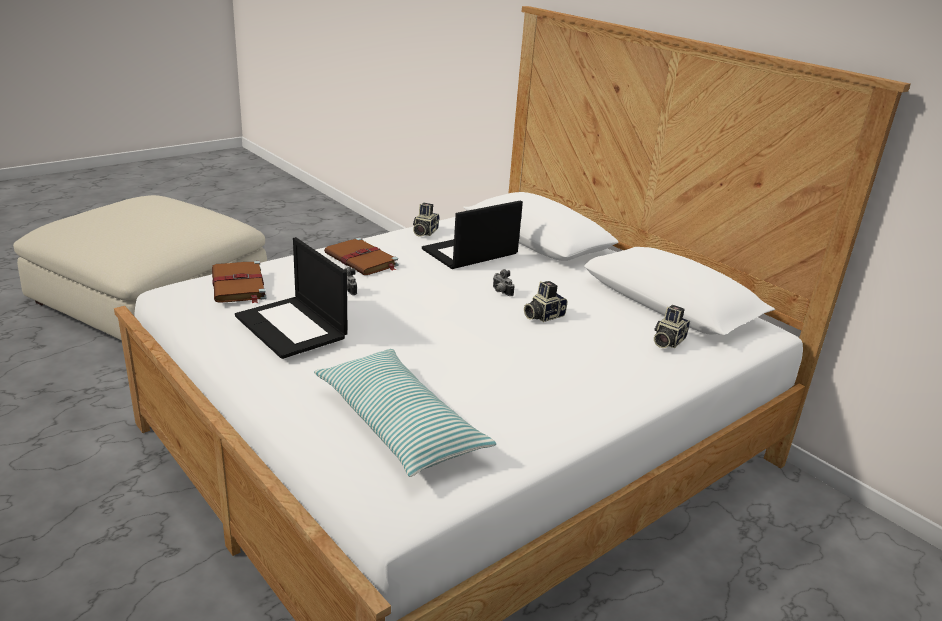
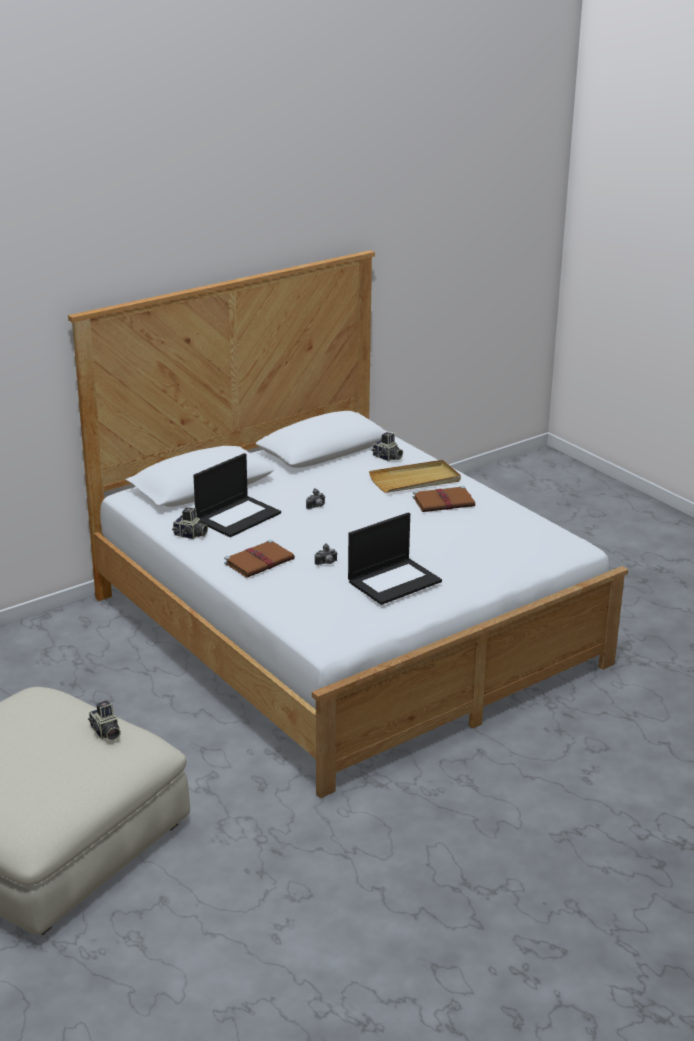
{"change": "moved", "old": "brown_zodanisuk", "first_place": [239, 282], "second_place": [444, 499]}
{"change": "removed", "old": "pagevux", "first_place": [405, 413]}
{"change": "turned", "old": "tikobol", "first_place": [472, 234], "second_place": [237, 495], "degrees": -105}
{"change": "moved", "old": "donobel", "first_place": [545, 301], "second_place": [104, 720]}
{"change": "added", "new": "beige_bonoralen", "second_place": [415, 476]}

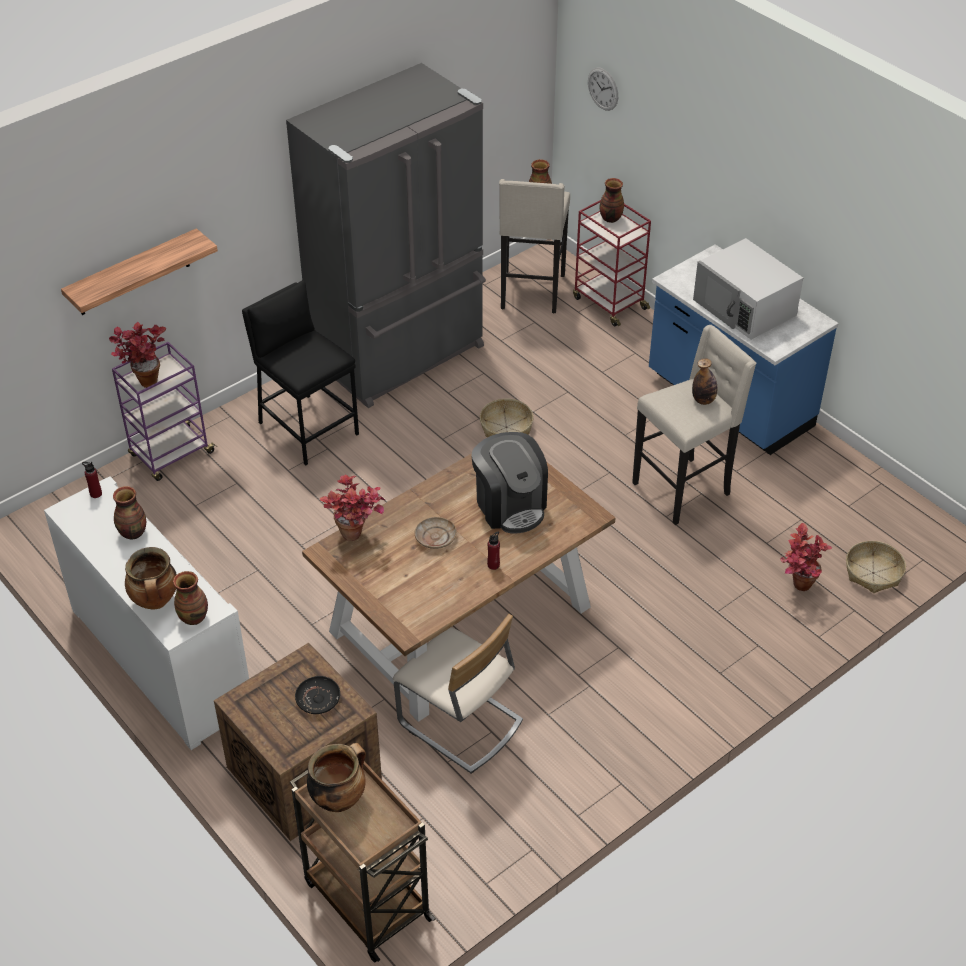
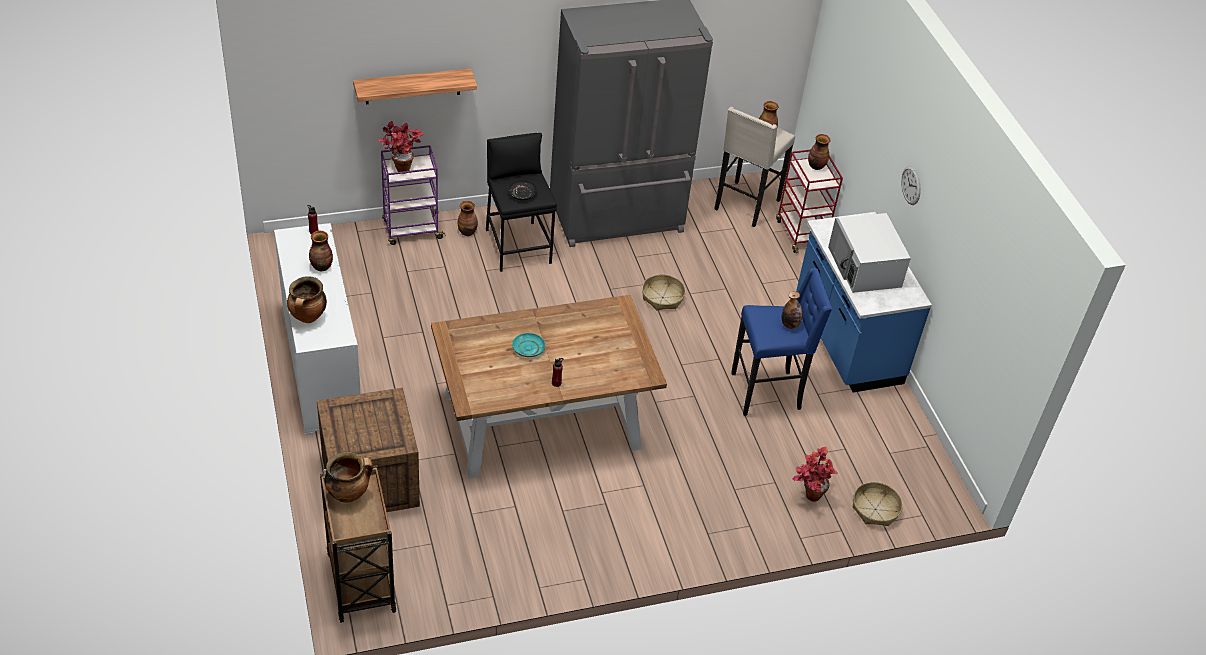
{"change": "moved", "old": "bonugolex", "first_place": [190, 598], "second_place": [468, 218]}
{"change": "moved", "old": "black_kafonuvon", "first_place": [317, 695], "second_place": [522, 190]}
{"change": "removed", "old": "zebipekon", "first_place": [352, 507]}
{"change": "removed", "old": "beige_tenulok", "first_place": [458, 694]}
{"change": "recoloured", "old": "beige_kafonuvon", "new": "turquoise_kafonuvon", "first_place": [436, 533], "second_place": [528, 345]}
{"change": "removed", "old": "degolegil", "first_place": [509, 482]}
{"change": "moved", "old": "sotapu", "first_place": [603, 89], "second_place": [911, 185]}
{"change": "recoloured", "old": "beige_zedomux", "new": "blue_zedomux", "first_place": [694, 425], "second_place": [781, 342]}

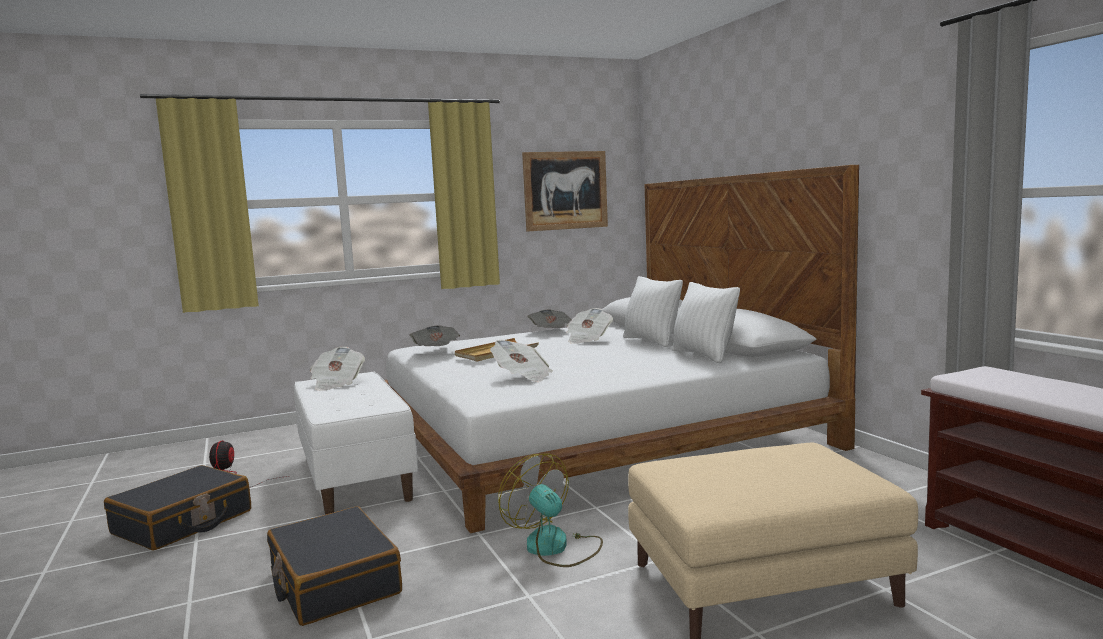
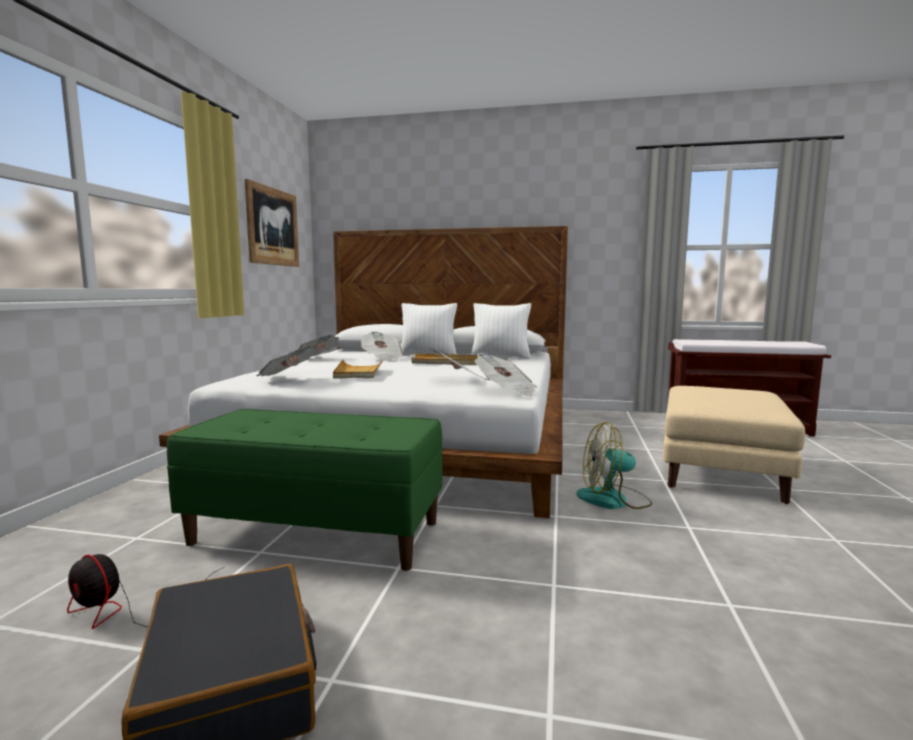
{"change": "removed", "old": "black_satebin", "first_place": [334, 566]}
{"change": "recoloured", "old": "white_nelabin", "new": "green_nelabin", "first_place": [356, 443], "second_place": [305, 490]}
{"change": "moved", "old": "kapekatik", "first_place": [337, 369], "second_place": [505, 375]}
{"change": "added", "new": "beige_bonoralen", "second_place": [444, 359]}

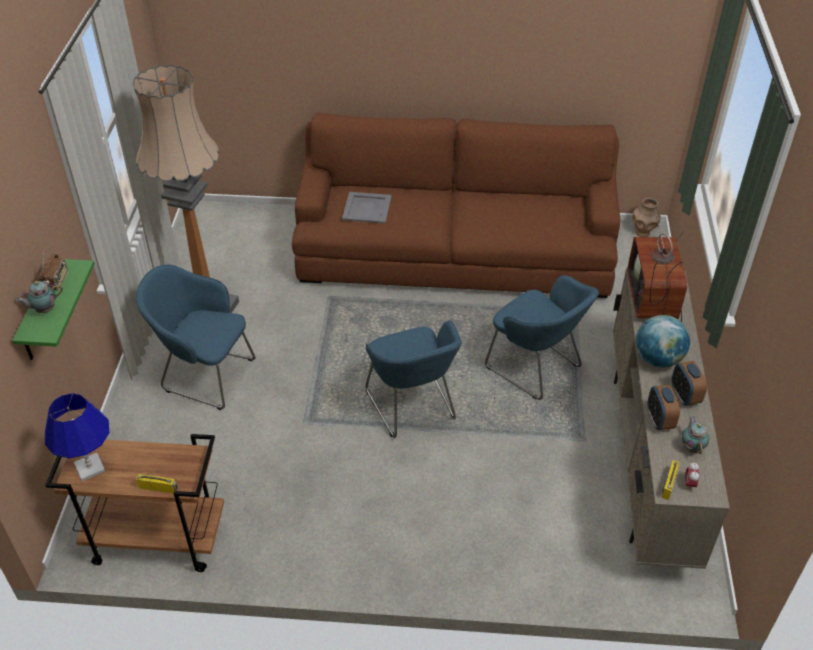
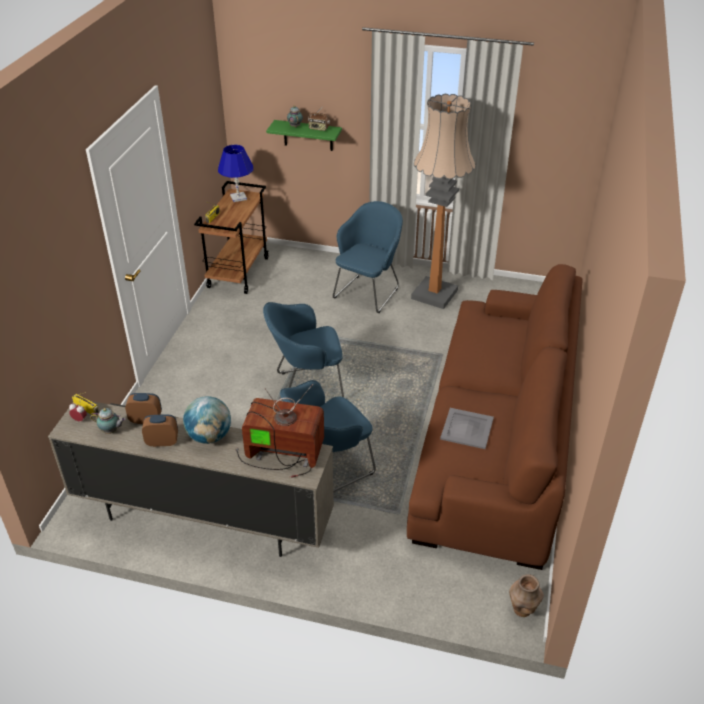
{"change": "moved", "old": "grey_bonoralen", "first_place": [367, 208], "second_place": [467, 428]}

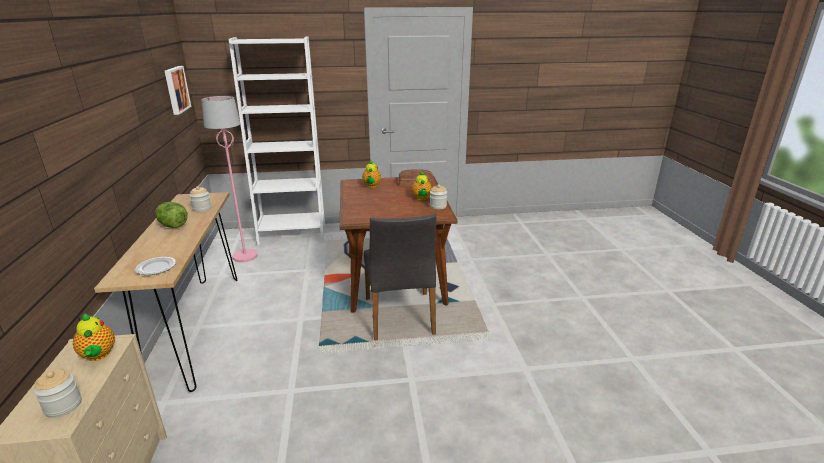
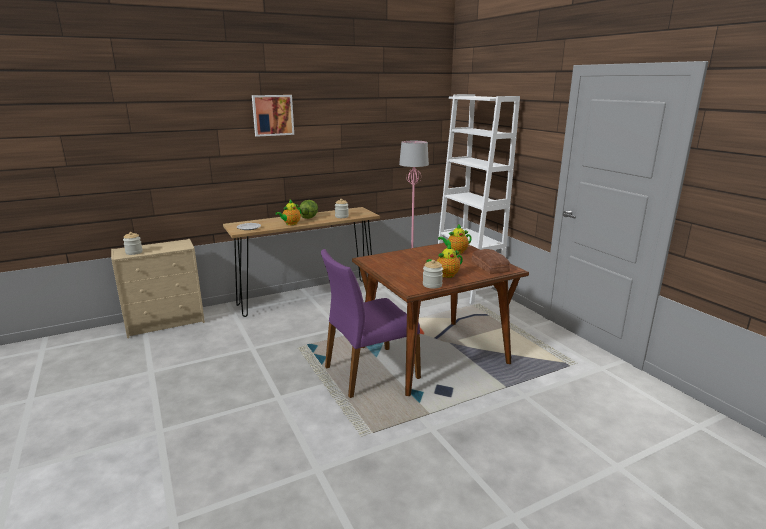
{"change": "moved", "old": "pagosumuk", "first_place": [94, 337], "second_place": [288, 212]}
{"change": "moved", "old": "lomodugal", "first_place": [178, 90], "second_place": [273, 116]}
{"change": "recoloured", "old": "grey_tenulok", "new": "purple_tenulok", "first_place": [400, 277], "second_place": [371, 323]}

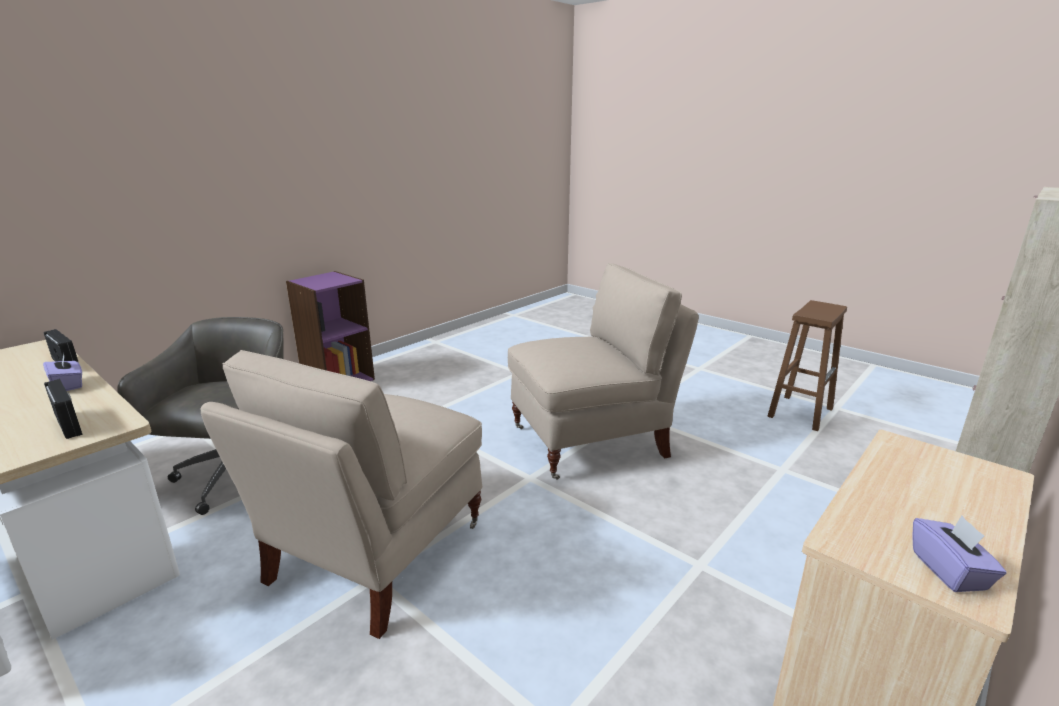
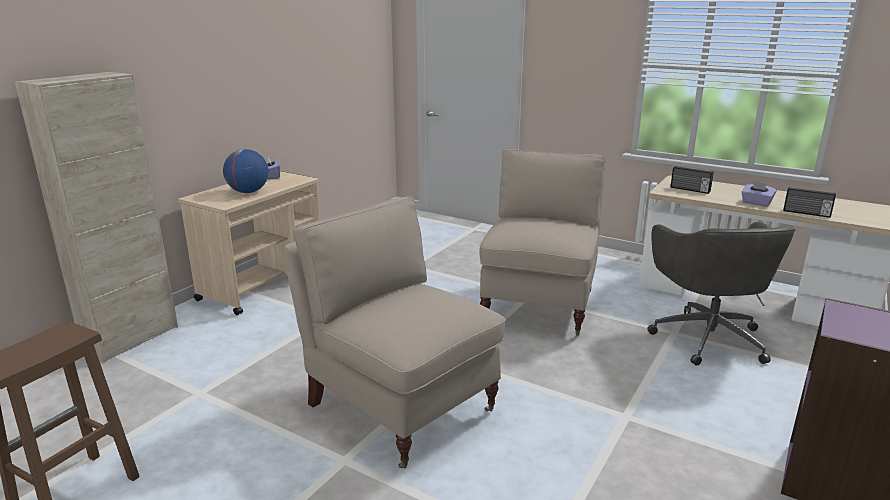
{"change": "turned", "old": "beige_tenulok", "first_place": [603, 371], "second_place": [394, 332], "degrees": 75}
{"change": "added", "new": "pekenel", "second_place": [245, 171]}

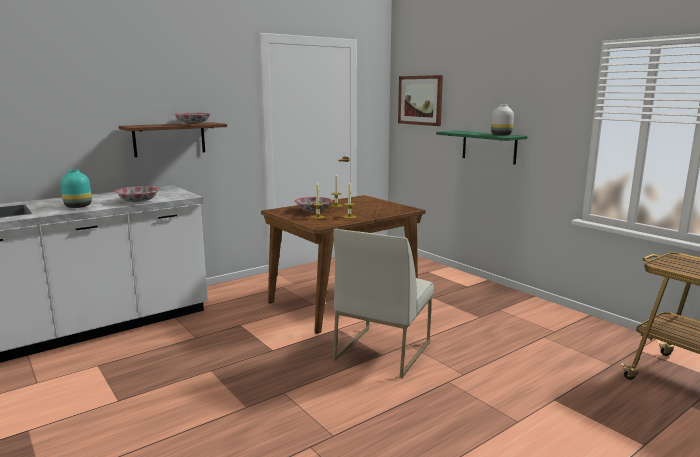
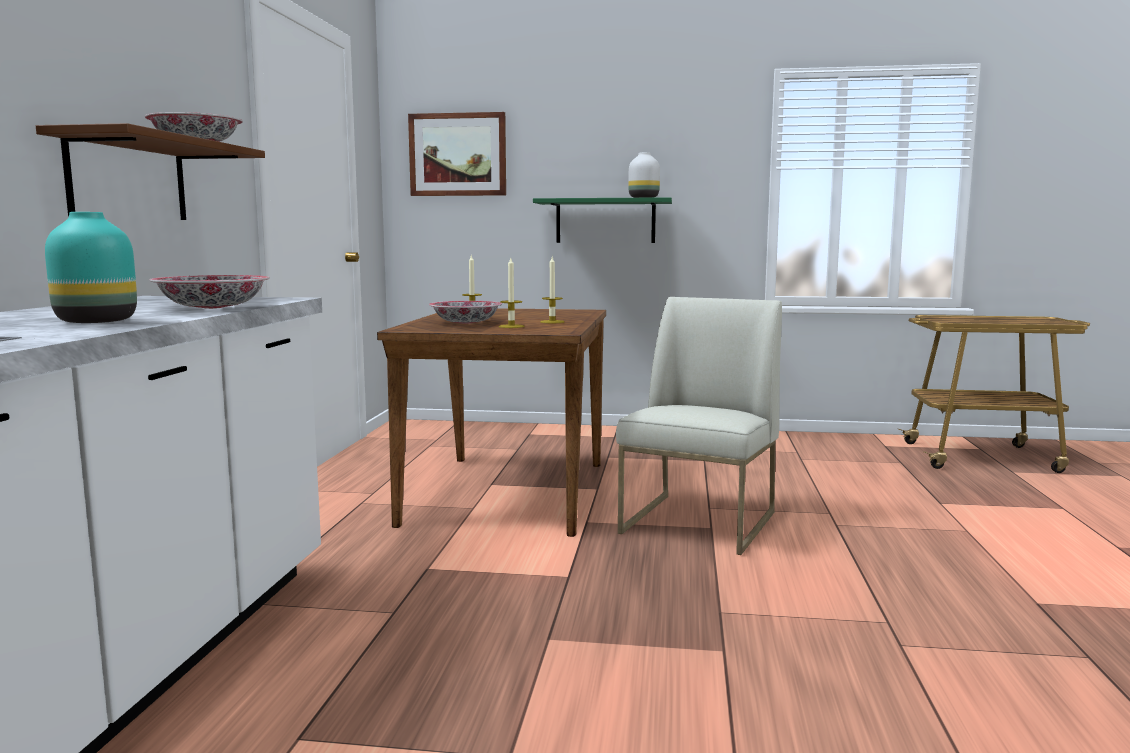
{"change": "turned", "old": "white_tenulok", "first_place": [383, 303], "second_place": [699, 426], "degrees": -135}

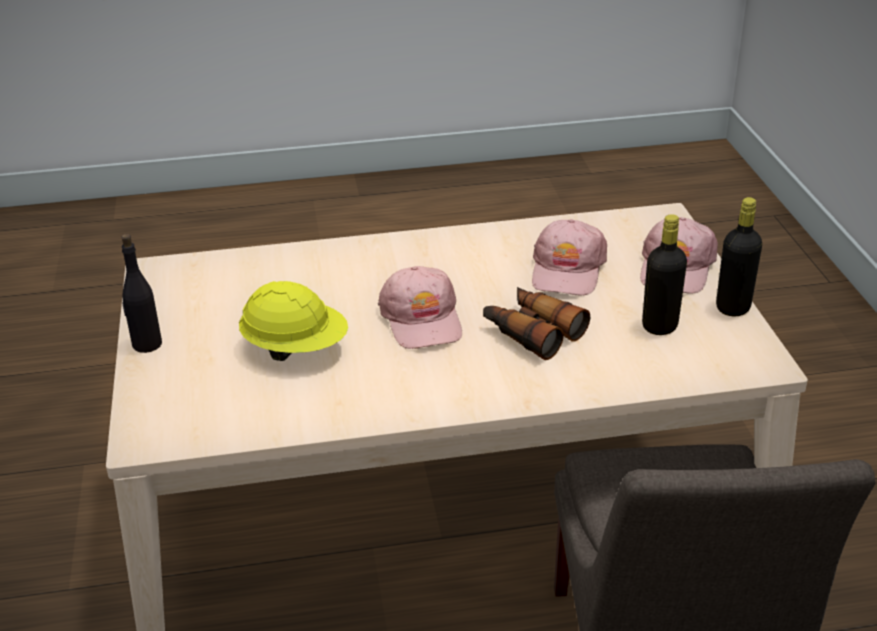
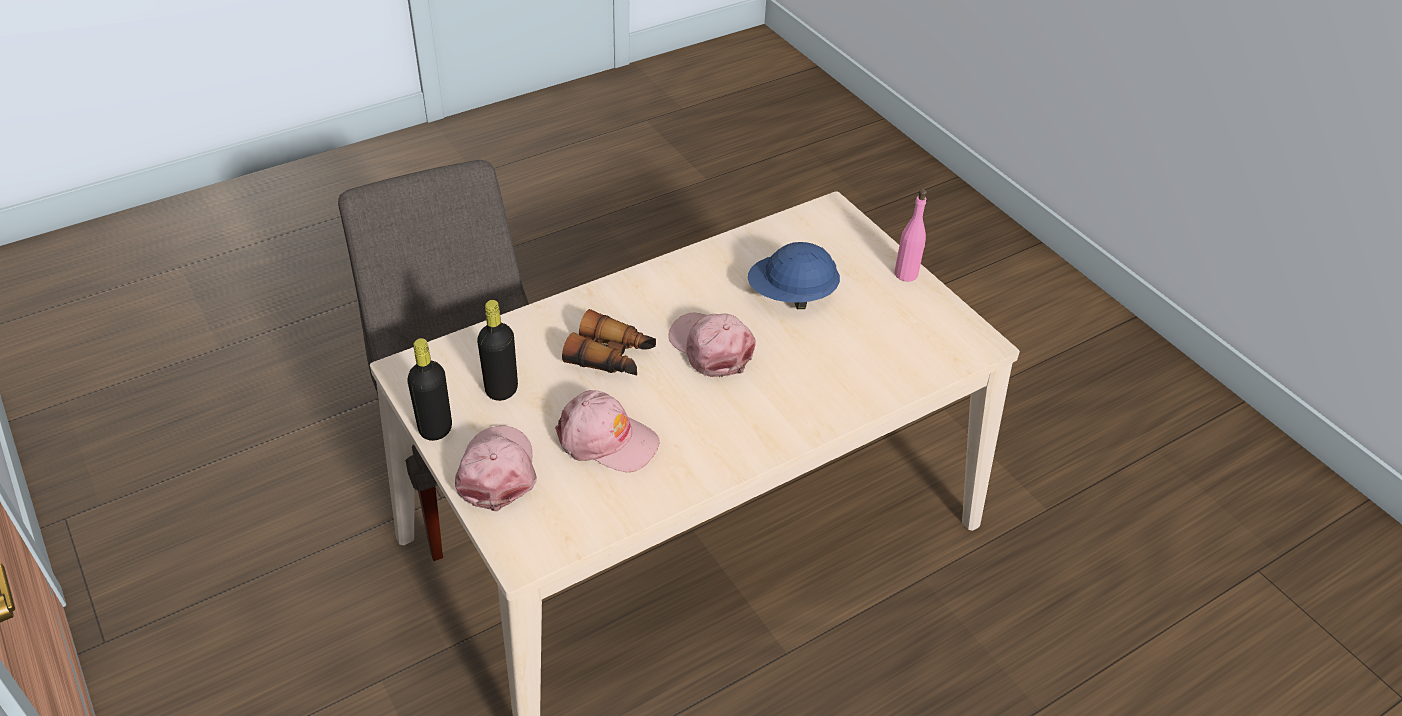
{"change": "recoloured", "old": "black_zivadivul", "new": "pink_zivadivul", "first_place": [141, 293], "second_place": [910, 235]}
{"change": "recoloured", "old": "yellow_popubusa", "new": "blue_popubusa", "first_place": [293, 321], "second_place": [794, 275]}
{"change": "turned", "old": "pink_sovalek", "first_place": [569, 257], "second_place": [607, 431], "degrees": 120}

